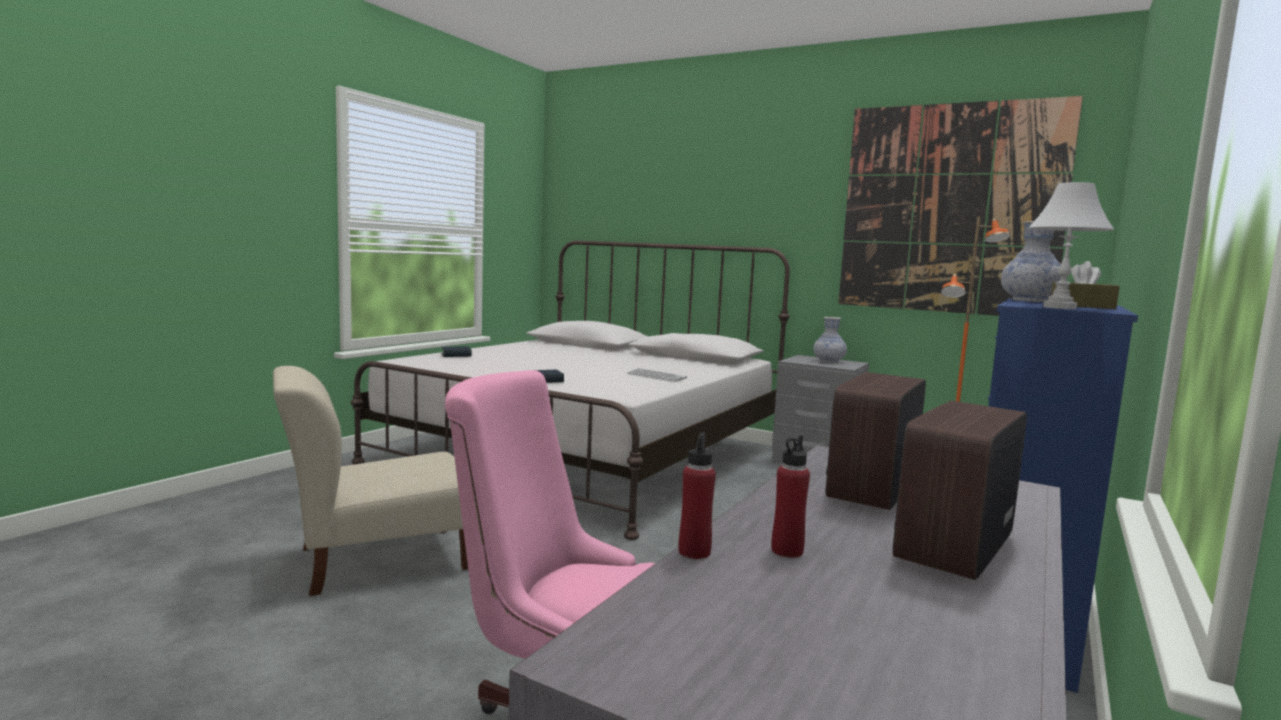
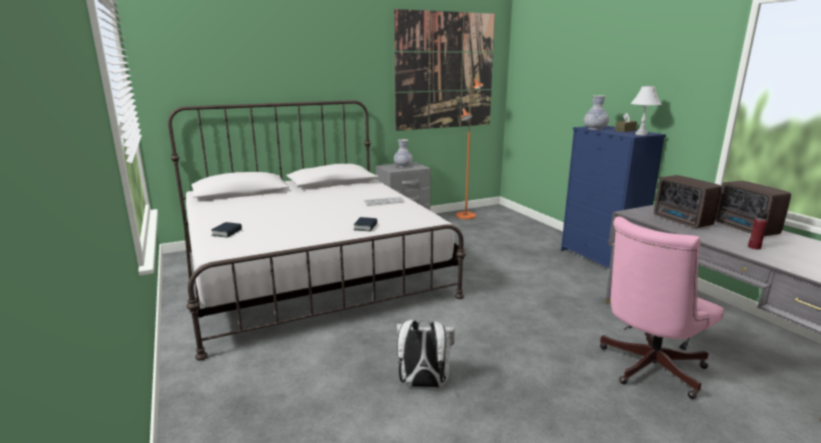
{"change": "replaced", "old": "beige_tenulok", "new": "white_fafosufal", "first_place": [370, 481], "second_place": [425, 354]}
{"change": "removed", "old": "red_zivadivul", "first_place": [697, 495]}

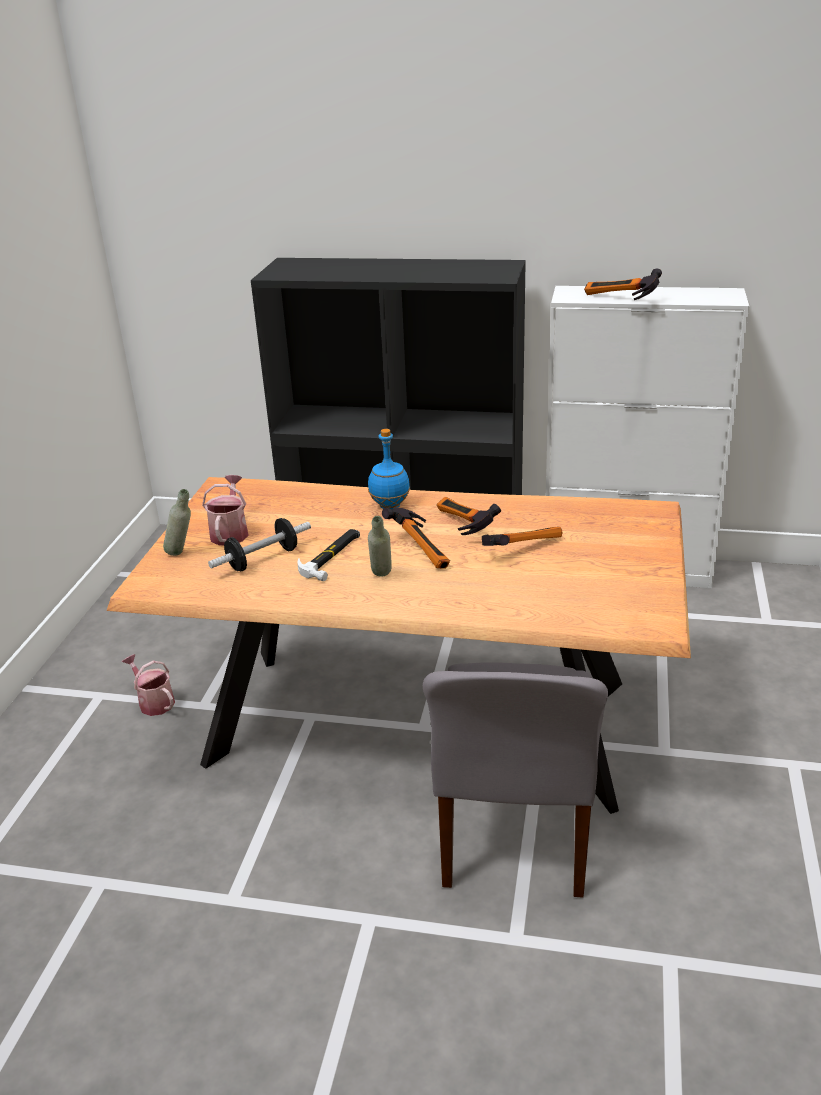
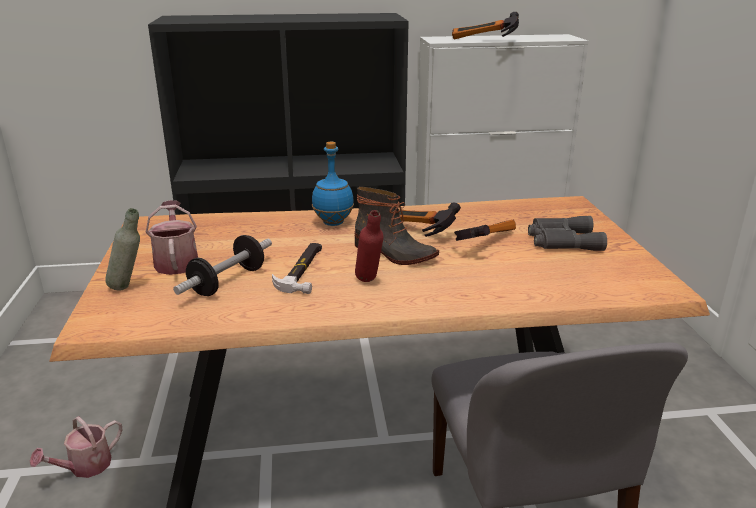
{"change": "turned", "old": "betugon", "first_place": [148, 685], "second_place": [76, 447], "degrees": -75}
{"change": "recoloured", "old": "grey_zivadivul", "new": "red_zivadivul", "first_place": [380, 546], "second_place": [369, 246]}
{"change": "replaced", "old": "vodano", "new": "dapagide", "first_place": [416, 538], "second_place": [396, 226]}
{"change": "added", "new": "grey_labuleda", "second_place": [567, 233]}

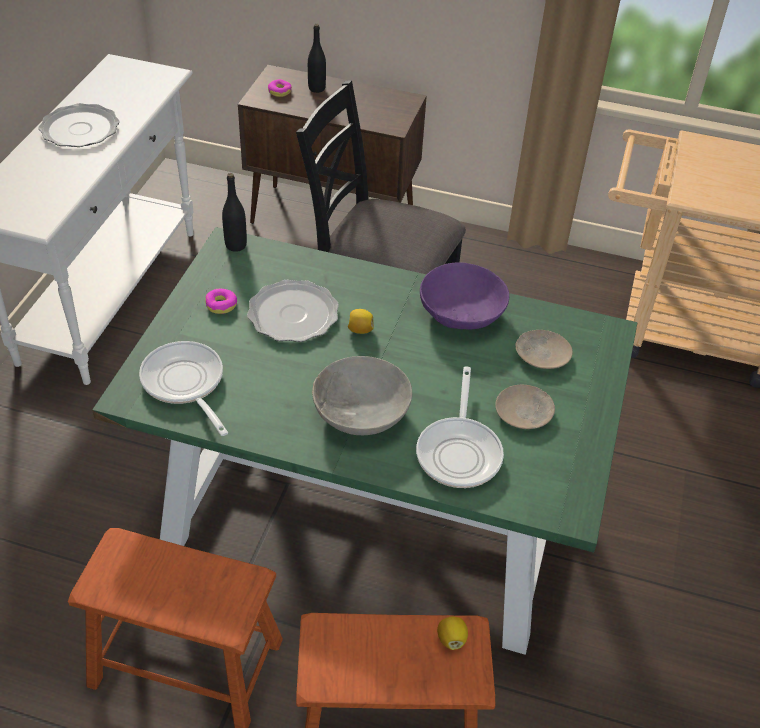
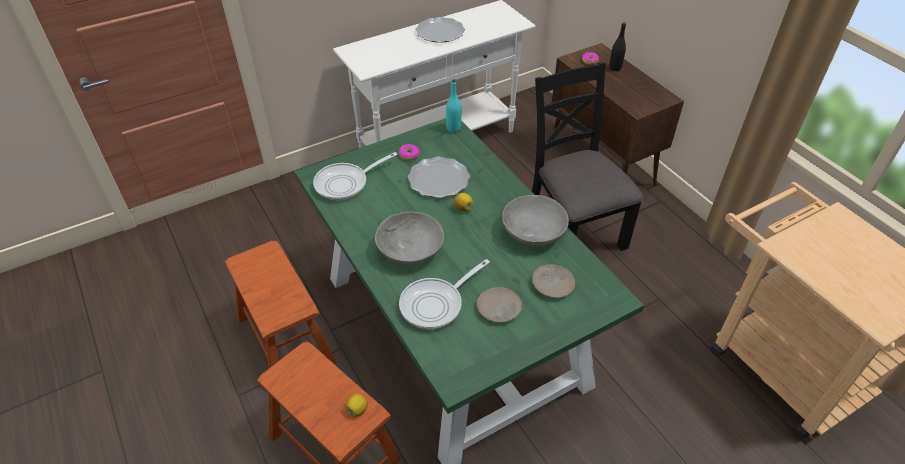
{"change": "turned", "old": "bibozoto", "first_place": [183, 388], "second_place": [355, 176], "degrees": -135}
{"change": "recoloured", "old": "black_zivadivul", "new": "turquoise_zivadivul", "first_place": [234, 212], "second_place": [453, 106]}
{"change": "recoloured", "old": "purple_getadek", "new": "grey_getadek", "first_place": [464, 295], "second_place": [535, 221]}

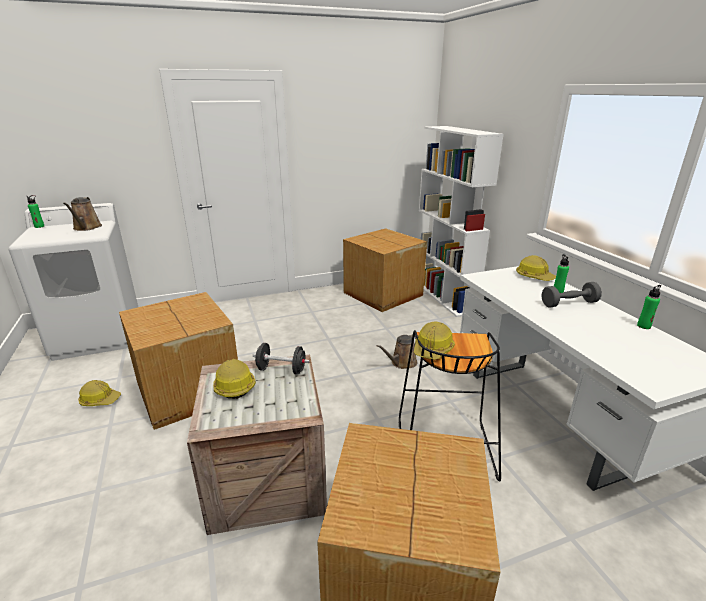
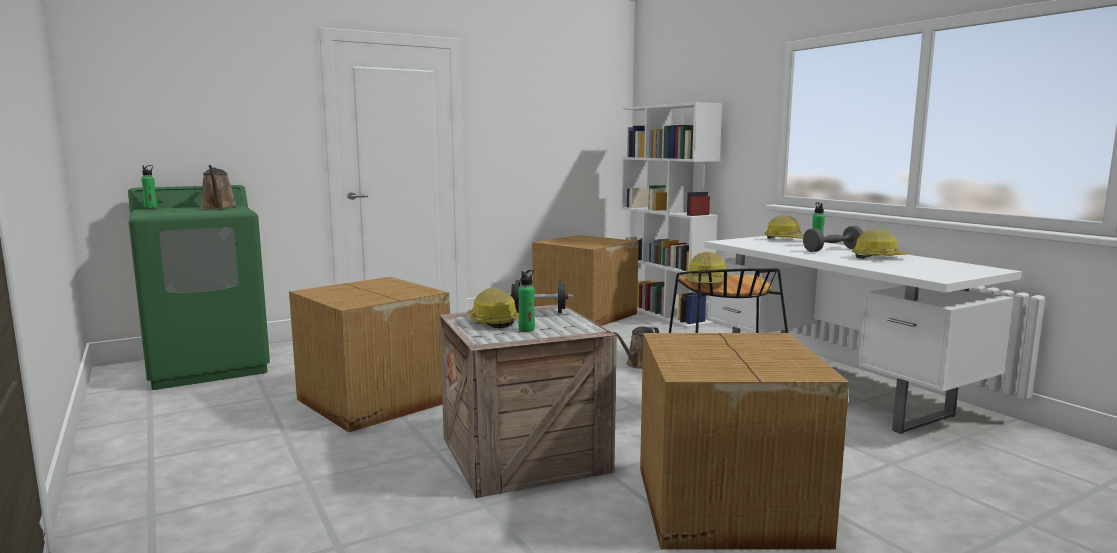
{"change": "recoloured", "old": "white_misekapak", "new": "green_misekapak", "first_place": [73, 282], "second_place": [199, 287]}
{"change": "moved", "old": "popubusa", "first_place": [99, 393], "second_place": [881, 244]}
{"change": "moved", "old": "green_zivadivul", "first_place": [649, 307], "second_place": [526, 301]}

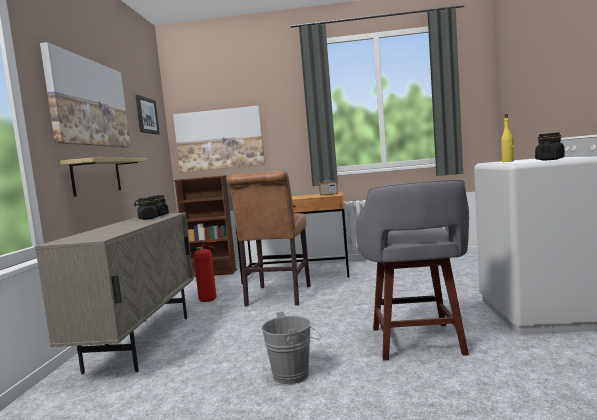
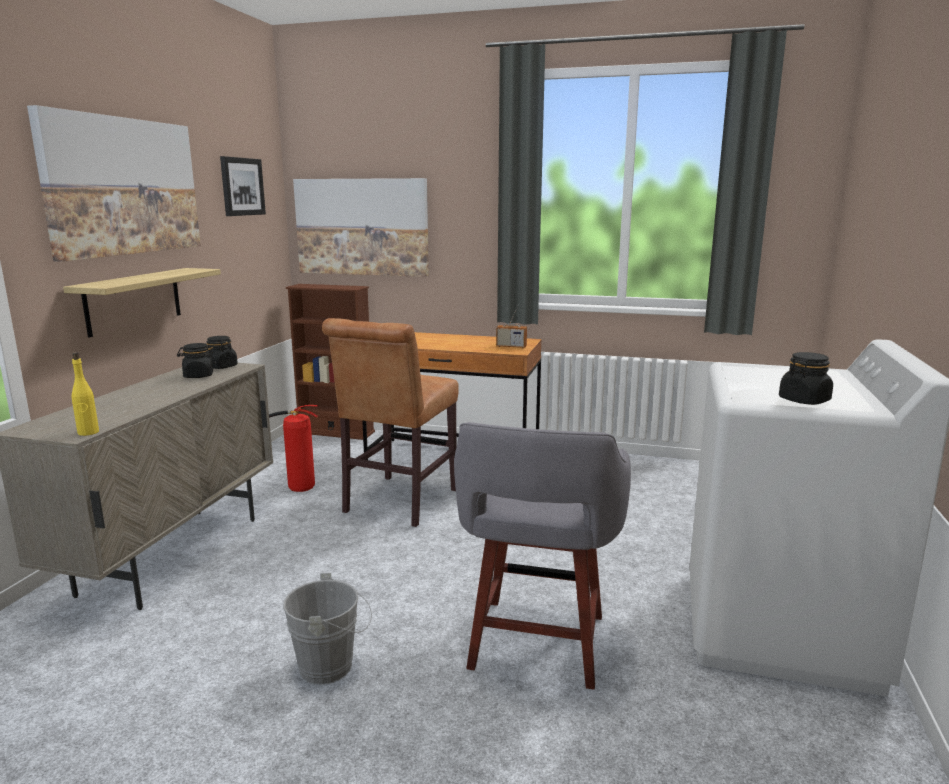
{"change": "moved", "old": "yellow_zivadivul", "first_place": [507, 138], "second_place": [85, 394]}

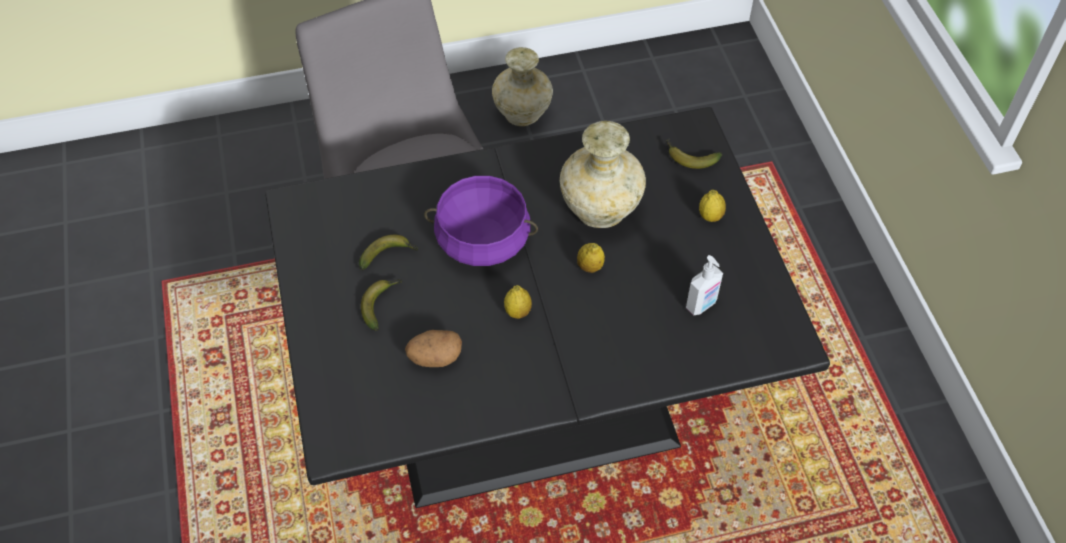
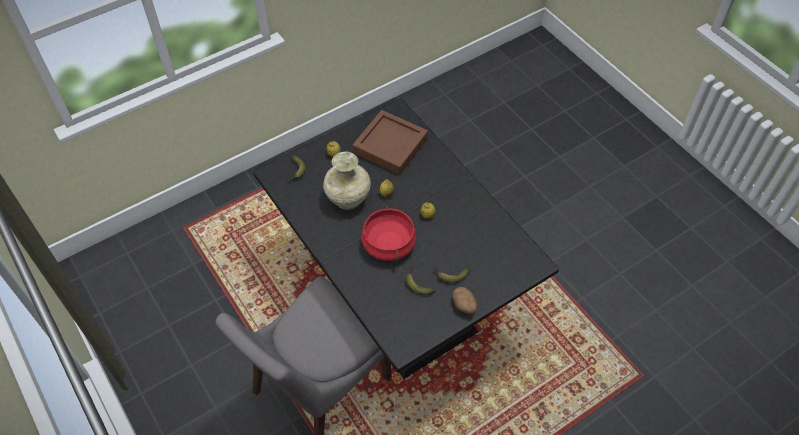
{"change": "moved", "old": "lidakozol", "first_place": [433, 348], "second_place": [465, 300]}
{"change": "recoloured", "old": "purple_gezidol", "new": "red_gezidol", "first_place": [481, 221], "second_place": [389, 233]}
{"change": "removed", "old": "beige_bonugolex", "first_place": [522, 86]}
{"change": "replaced", "old": "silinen", "new": "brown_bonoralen", "first_place": [704, 285], "second_place": [390, 142]}

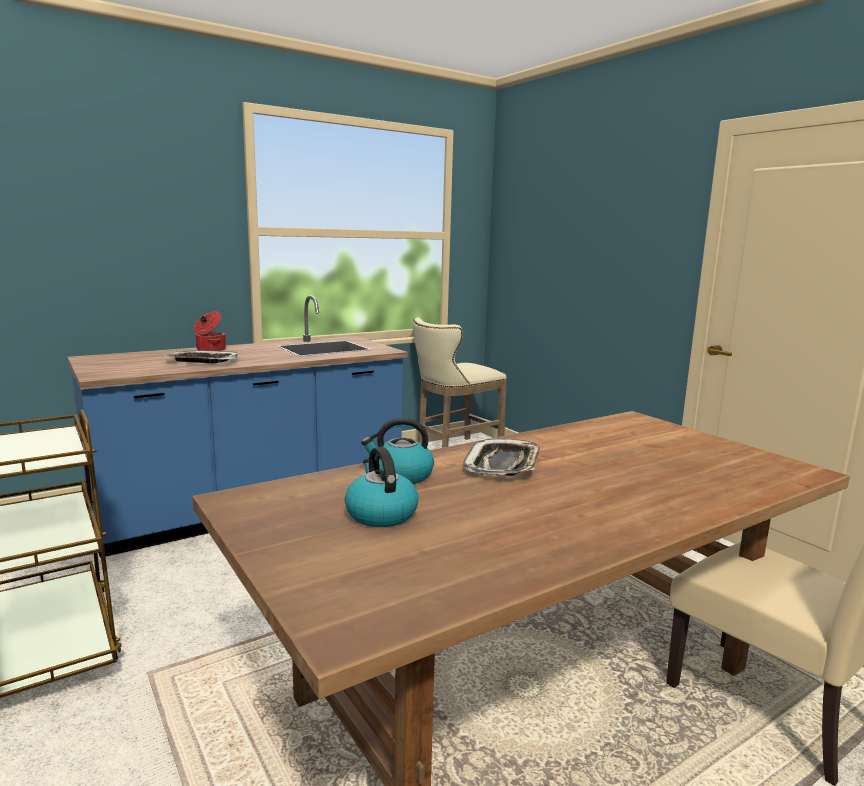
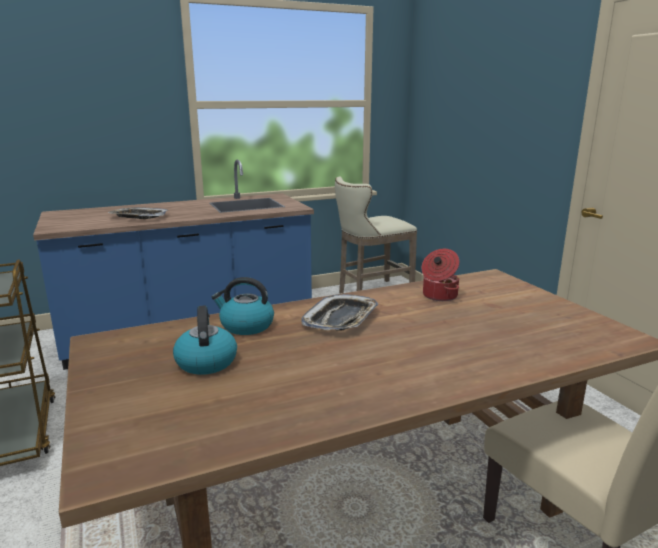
{"change": "moved", "old": "gezidol", "first_place": [210, 331], "second_place": [440, 275]}

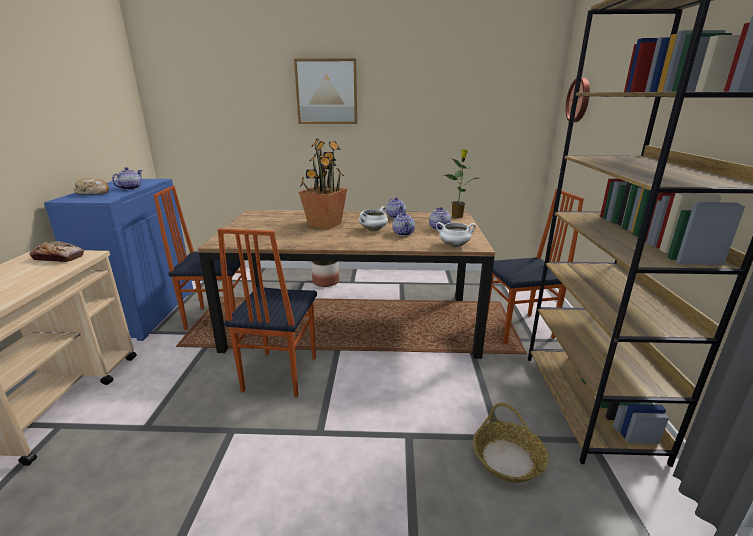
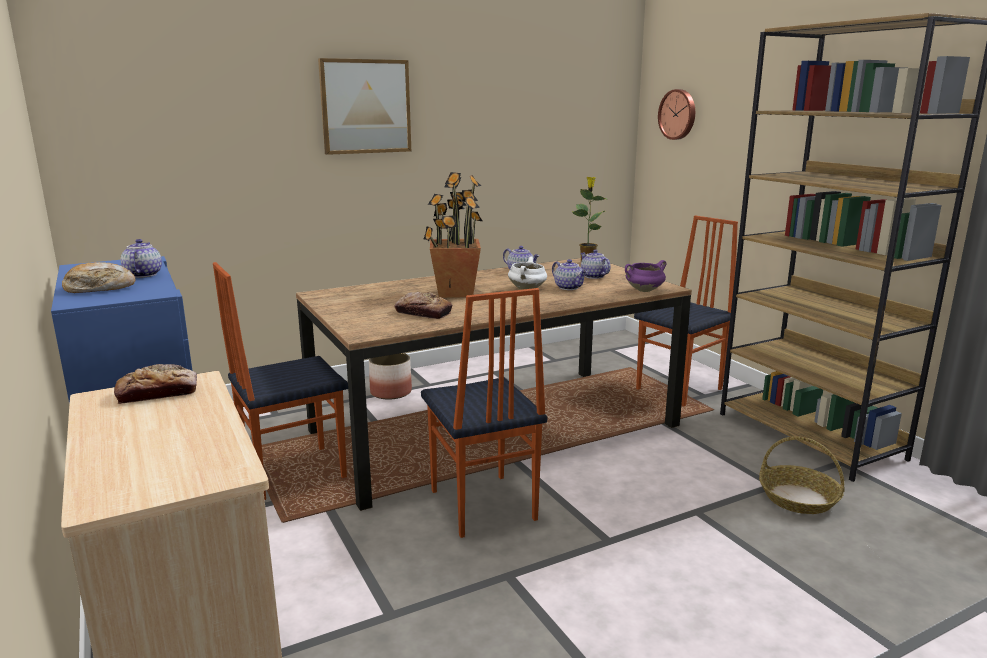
{"change": "recoloured", "old": "white_gezidol", "new": "purple_gezidol", "first_place": [456, 234], "second_place": [646, 276]}
{"change": "added", "new": "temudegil", "second_place": [423, 305]}

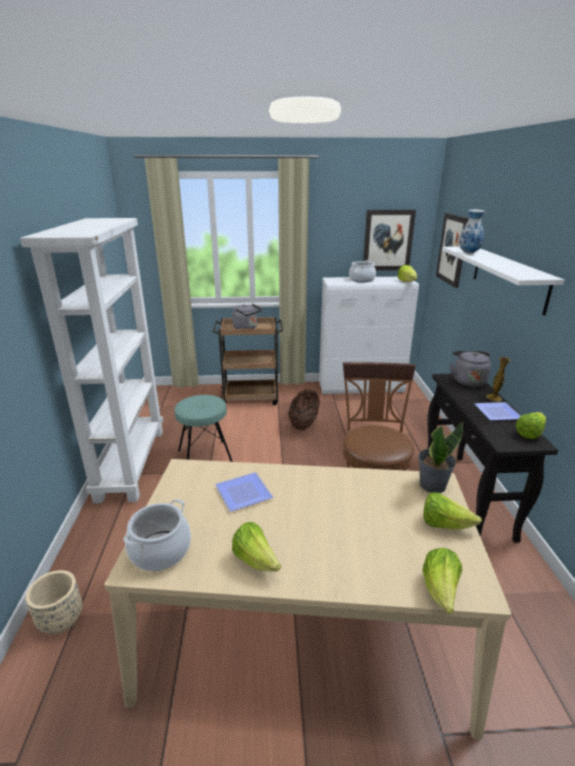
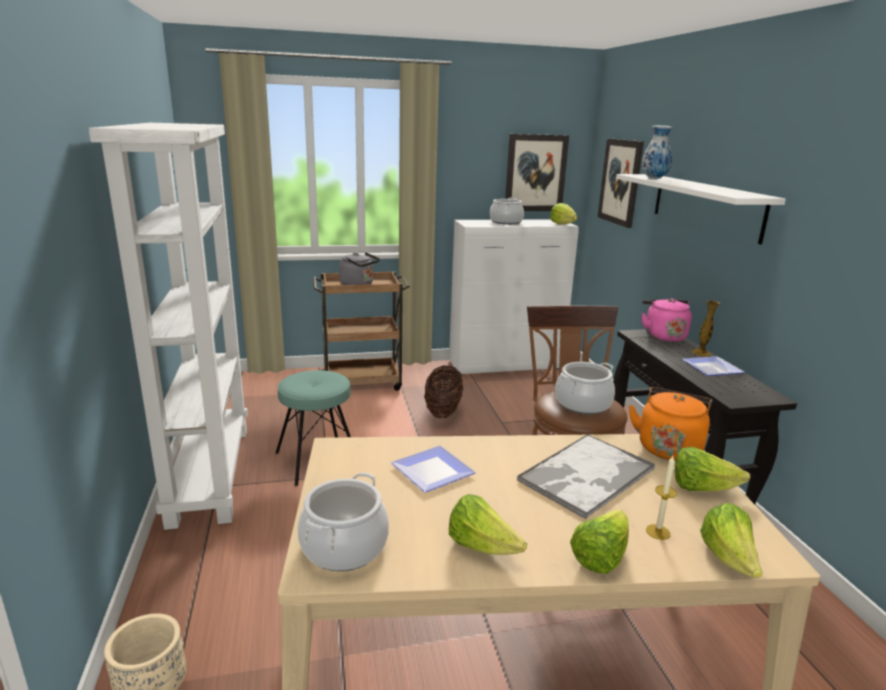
{"change": "replaced", "old": "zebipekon", "new": "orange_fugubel", "first_place": [440, 457], "second_place": [670, 424]}
{"change": "recoloured", "old": "grey_fugubel", "new": "pink_fugubel", "first_place": [470, 369], "second_place": [667, 320]}
{"change": "moved", "old": "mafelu", "first_place": [530, 425], "second_place": [599, 541]}
{"change": "added", "new": "bonoralen", "second_place": [585, 476]}
{"change": "added", "new": "gezidol", "second_place": [585, 388]}
{"change": "added", "new": "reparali", "second_place": [661, 498]}

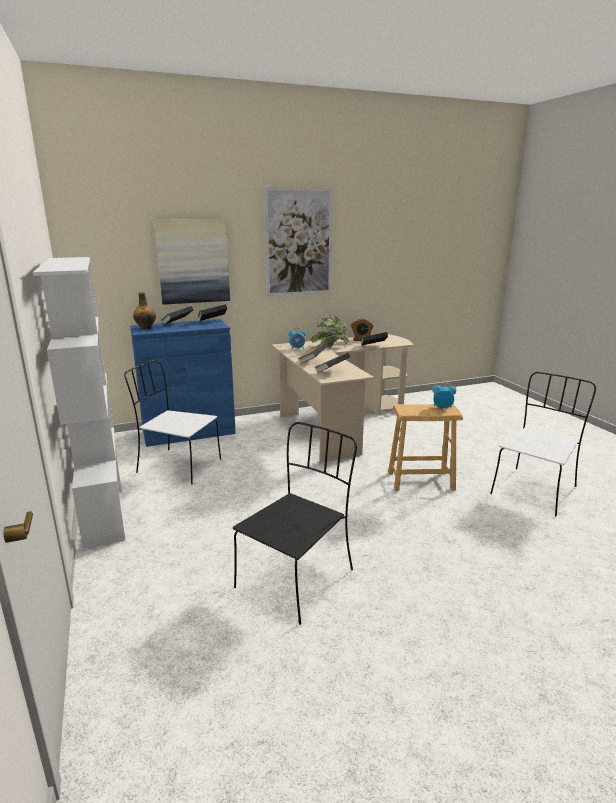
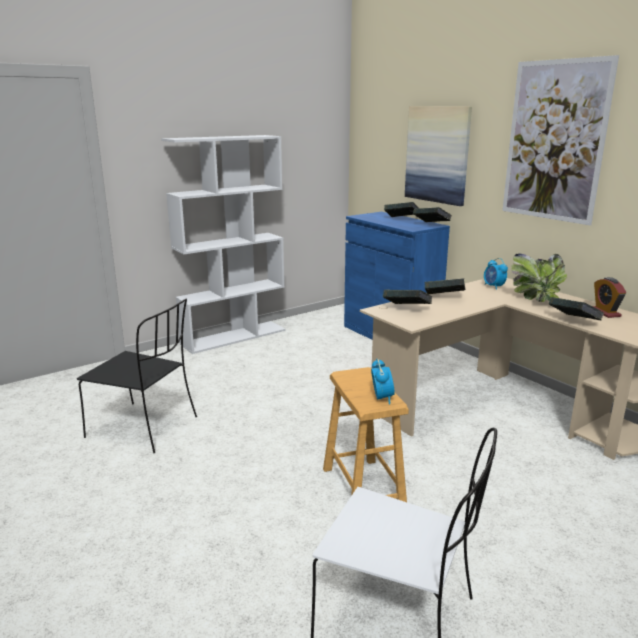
{"change": "removed", "old": "white_tenulok", "first_place": [172, 422]}
{"change": "removed", "old": "zivadivul", "first_place": [144, 310]}

